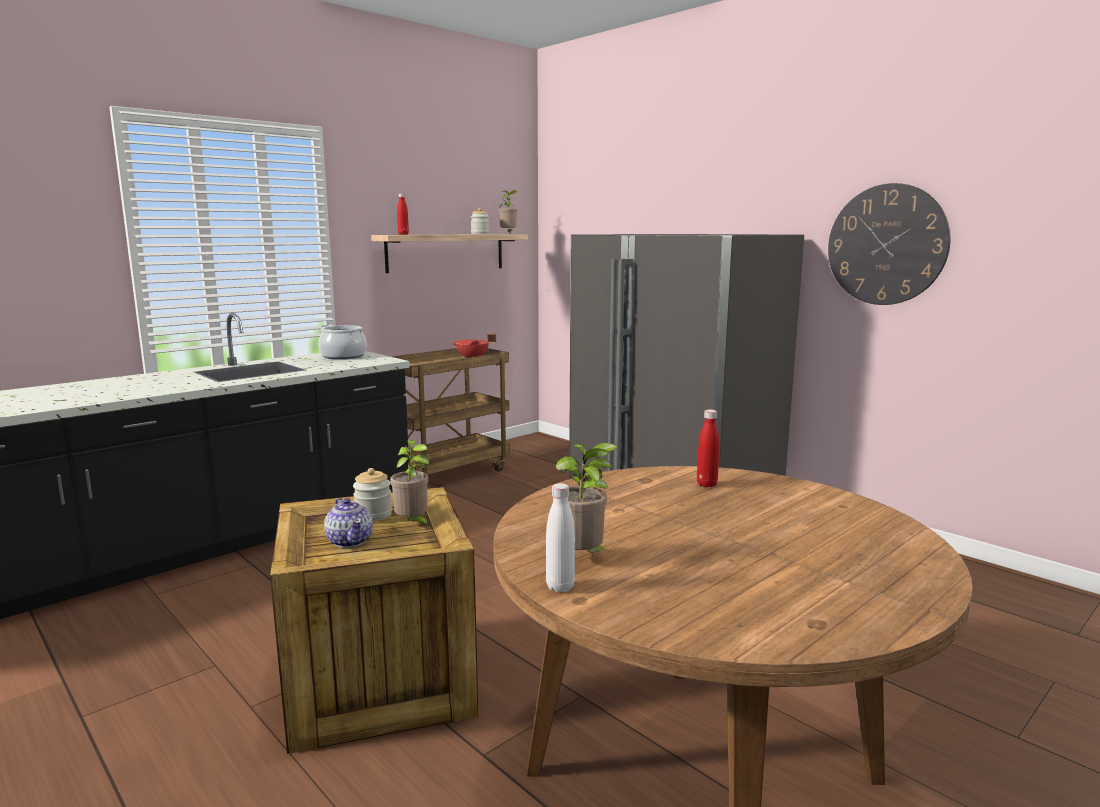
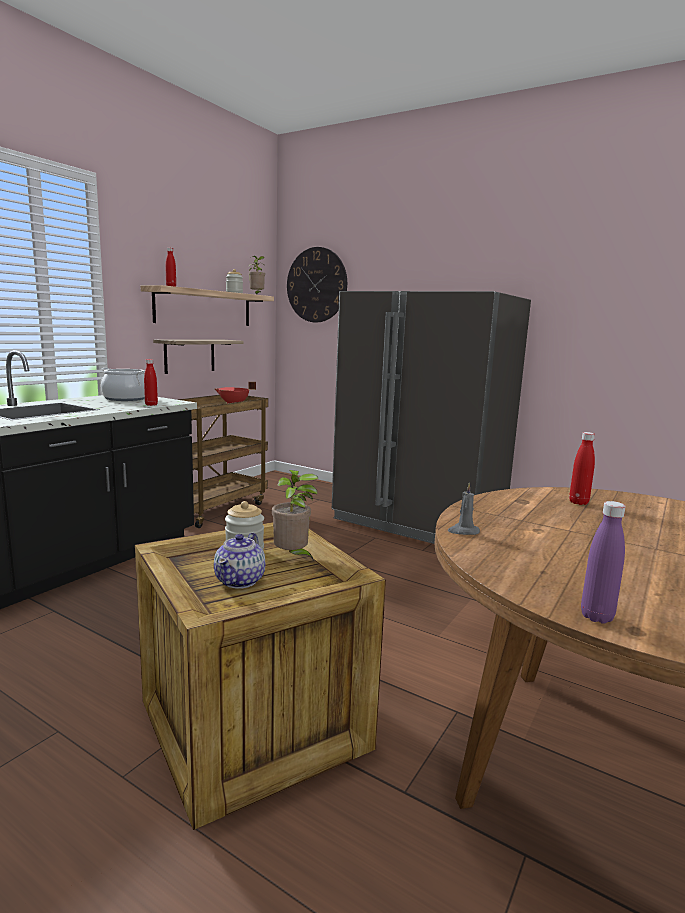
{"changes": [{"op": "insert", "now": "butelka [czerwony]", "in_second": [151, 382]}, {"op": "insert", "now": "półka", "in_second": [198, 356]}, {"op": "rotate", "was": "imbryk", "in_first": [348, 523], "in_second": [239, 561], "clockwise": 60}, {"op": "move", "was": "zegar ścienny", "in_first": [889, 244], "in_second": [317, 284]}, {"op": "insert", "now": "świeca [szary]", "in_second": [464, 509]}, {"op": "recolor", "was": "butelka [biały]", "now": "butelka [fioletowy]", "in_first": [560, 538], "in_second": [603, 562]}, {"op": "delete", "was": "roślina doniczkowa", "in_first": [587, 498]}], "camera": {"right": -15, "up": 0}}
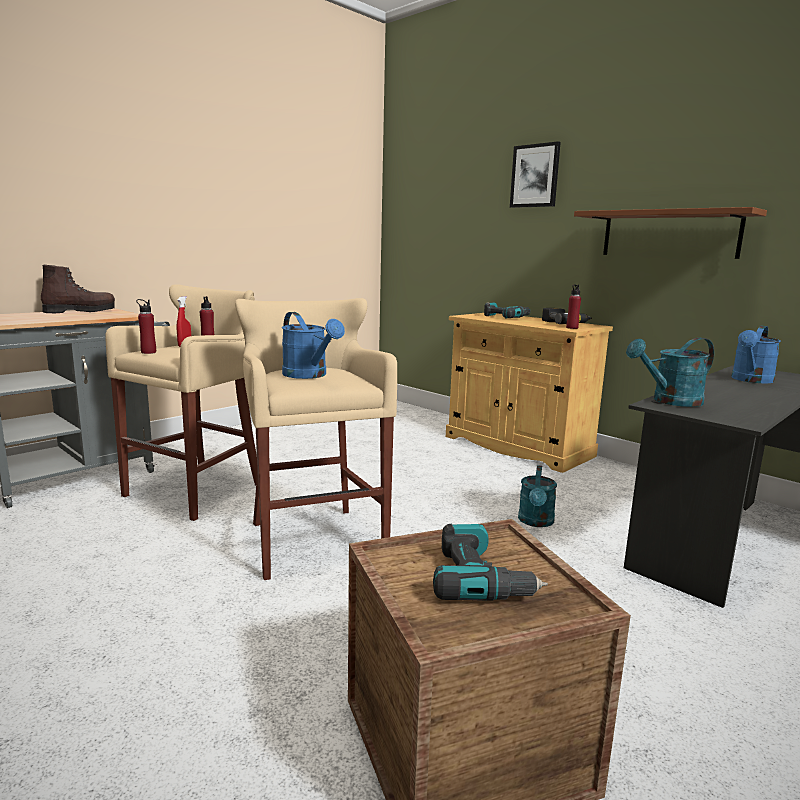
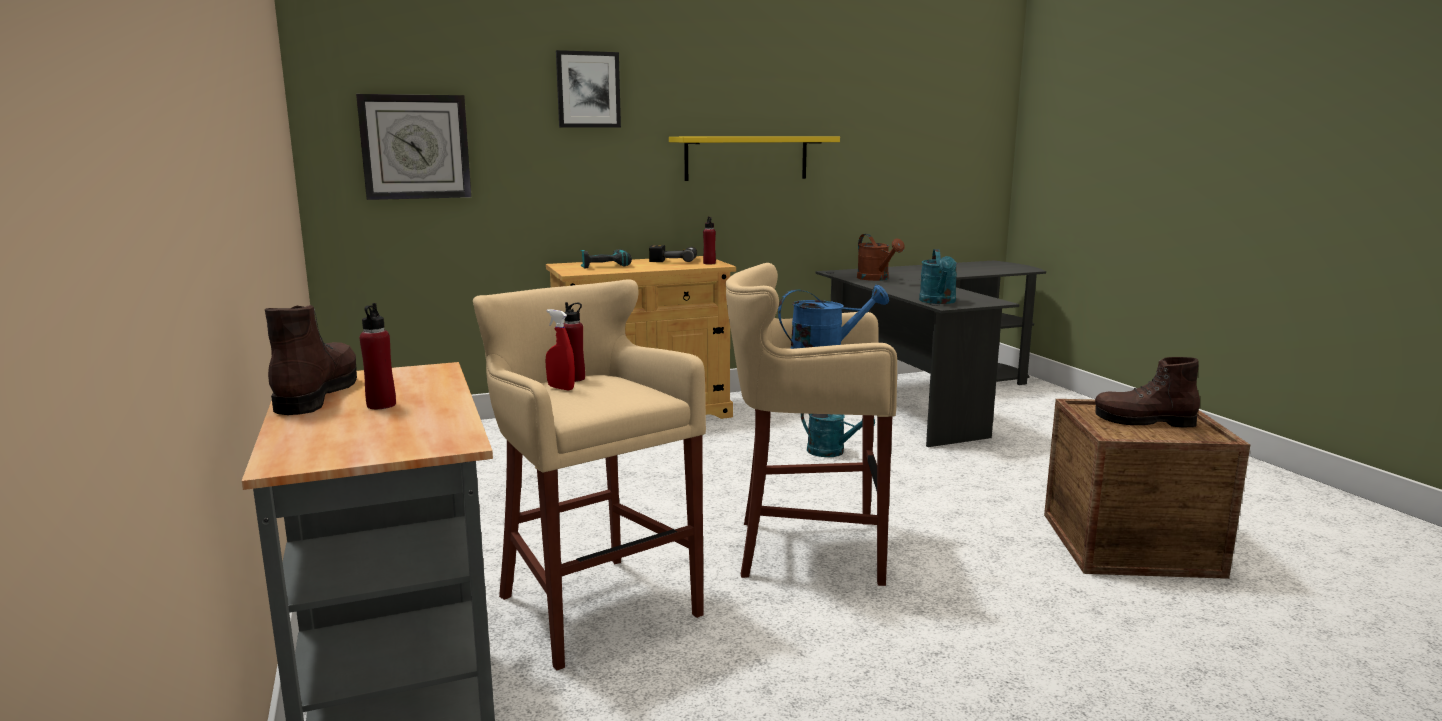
{"changes": [{"op": "insert", "now": "zegar ścienny", "in_second": [413, 147]}, {"op": "move", "was": "butelka [czerwony]", "in_first": [146, 326], "in_second": [377, 356]}, {"op": "recolor", "was": "półka [brązowy]", "now": "półka [żółty]", "in_first": [670, 233], "in_second": [754, 158]}, {"op": "recolor", "was": "konewka [niebieski]", "now": "konewka [brązowy]", "in_first": [756, 354], "in_second": [881, 257]}, {"op": "replace", "was": "wiertarka", "now": "but z cholewką [brązowy]", "in_first": [490, 562], "in_second": [1147, 392]}], "camera": {"right": -65, "up": 0}}
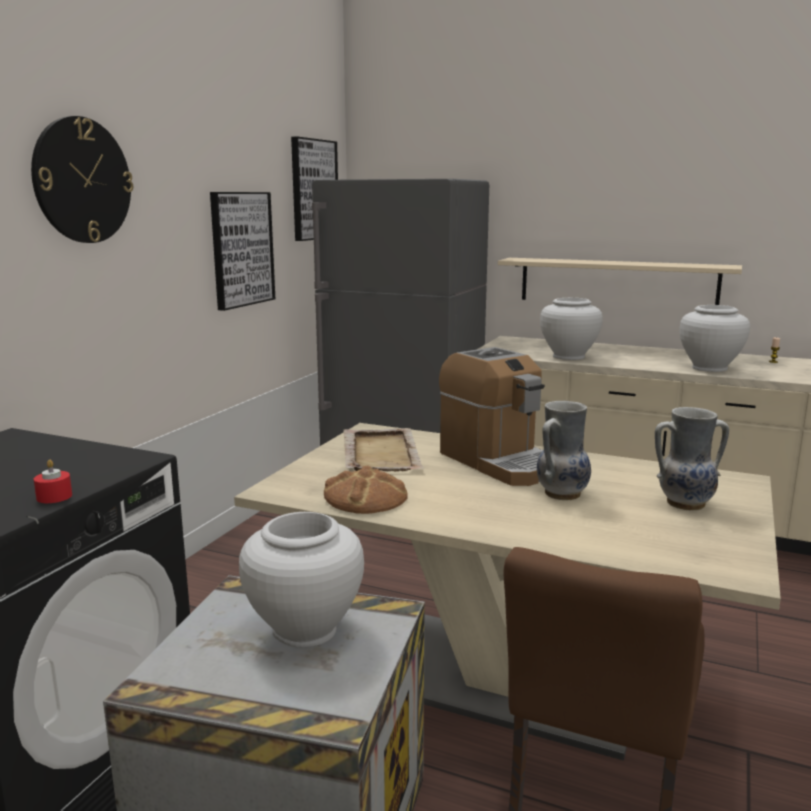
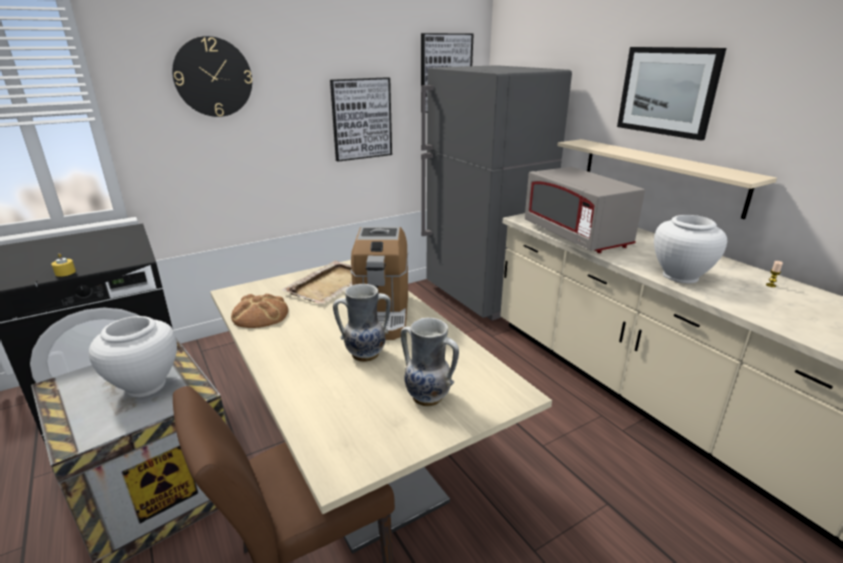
{"changes": [{"op": "recolor", "was": "świeca [czerwony]", "now": "świeca [żółty]", "in_first": [53, 481], "in_second": [63, 265]}, {"op": "replace", "was": "wazon [biały]", "now": "mikrofalówka [szary]", "in_first": [571, 329], "in_second": [585, 210]}, {"op": "insert", "now": "obraz", "in_second": [671, 94]}], "camera": {"right": 35, "up": 10}}
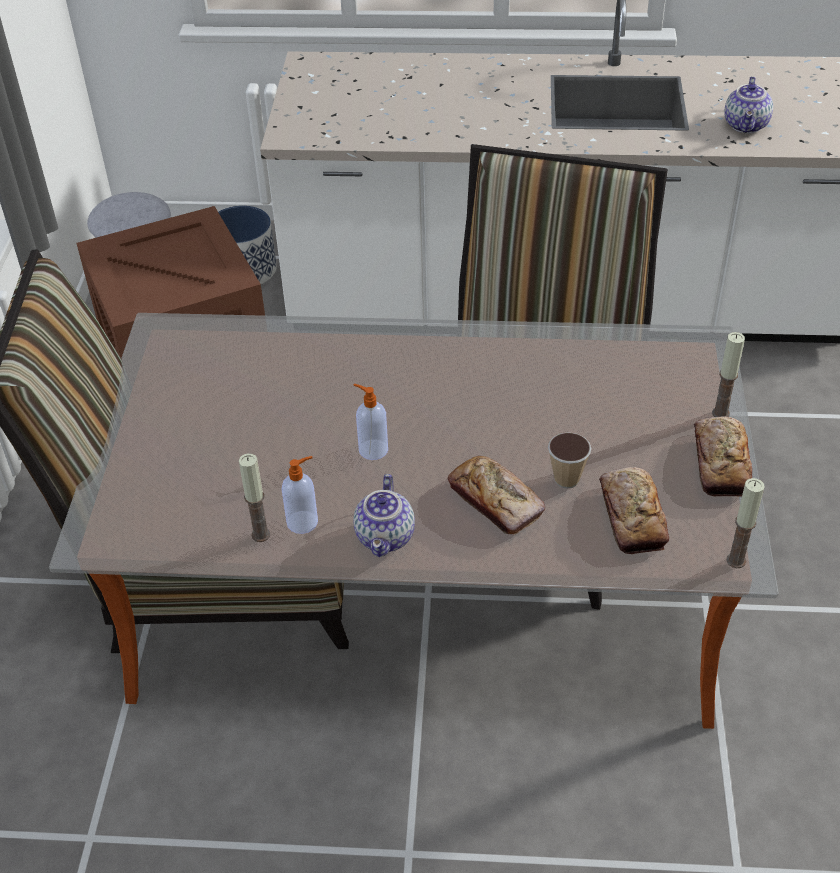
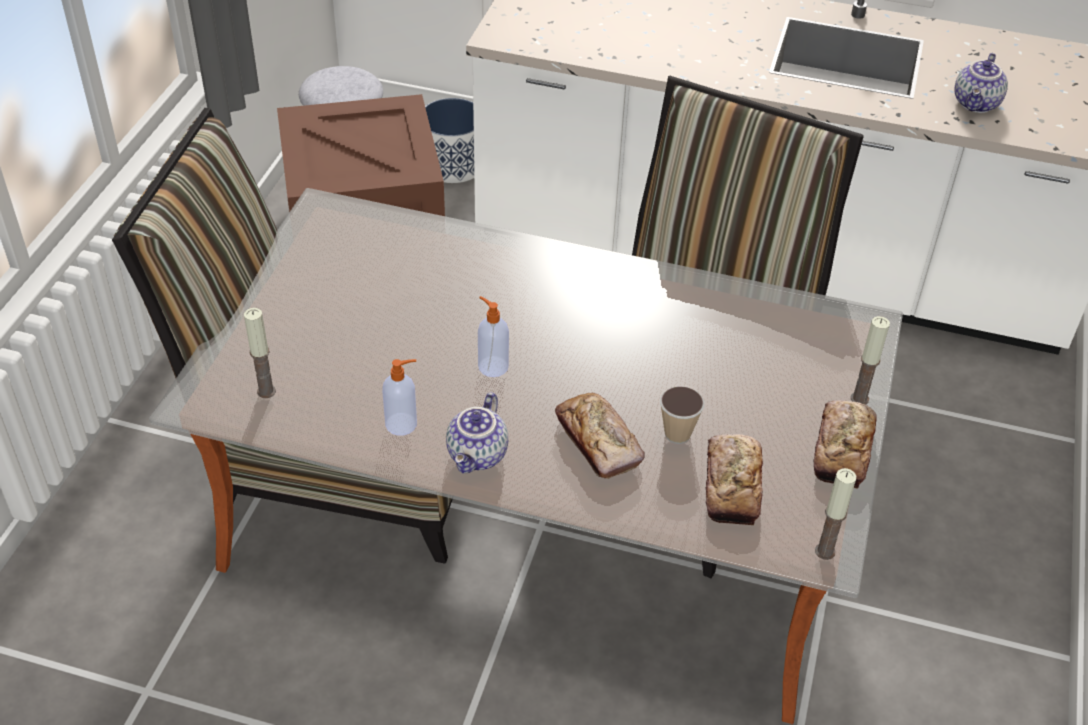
{"changes": [{"op": "move", "was": "świeca", "in_first": [254, 497], "in_second": [260, 353]}], "camera": {"right": 10, "up": 0}}
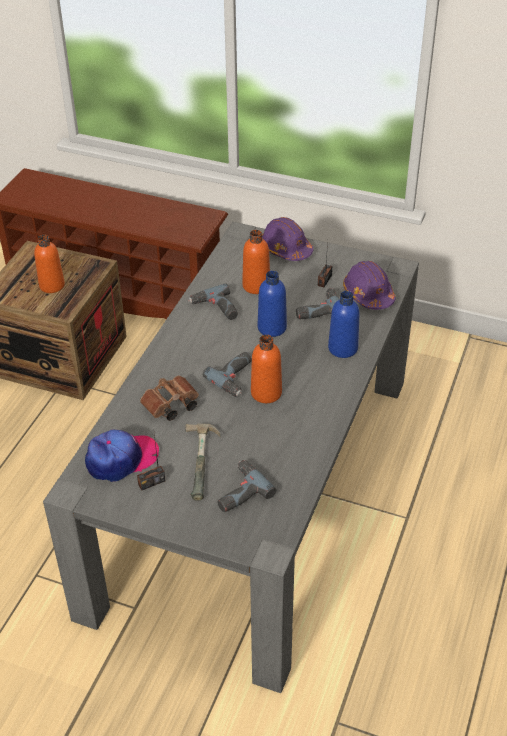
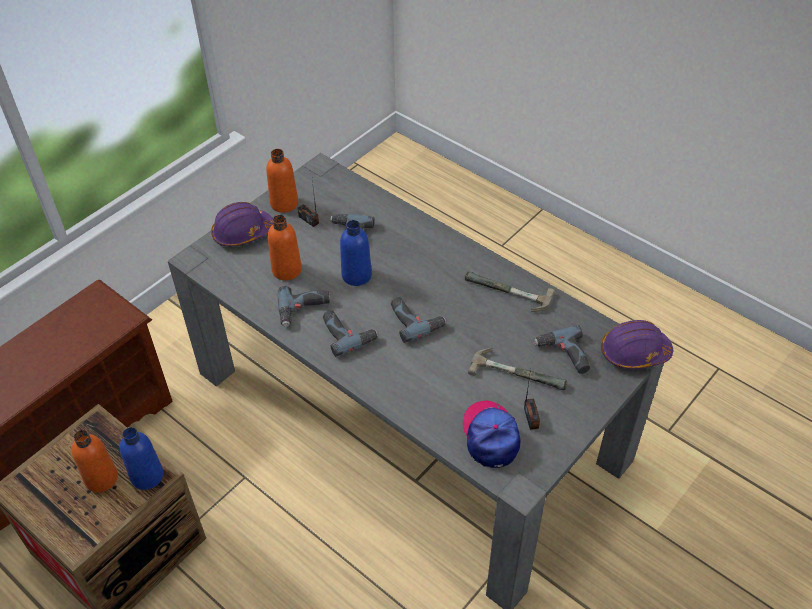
{"changes": [{"op": "move", "was": "butelka [niebieski]", "in_first": [343, 324], "in_second": [142, 458]}, {"op": "move", "was": "butelka [pomarańczowy]", "in_first": [266, 369], "in_second": [282, 181]}, {"op": "insert", "now": "wiertarka", "in_second": [351, 333]}, {"op": "insert", "now": "młotek", "in_second": [510, 292]}, {"op": "move", "was": "kask [fioletowy]", "in_first": [369, 285], "in_second": [637, 344]}, {"op": "delete", "was": "lornetka [brązowy]", "in_first": [169, 398]}], "camera": {"right": -70, "up": 5}}
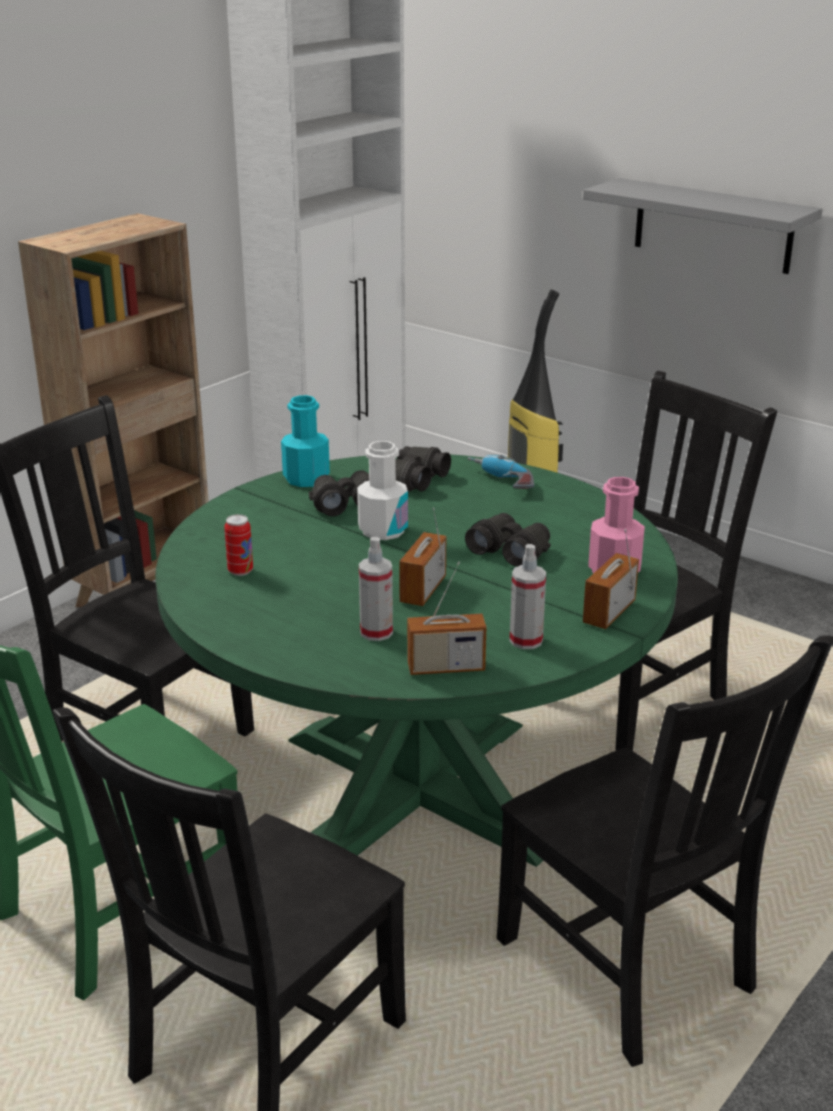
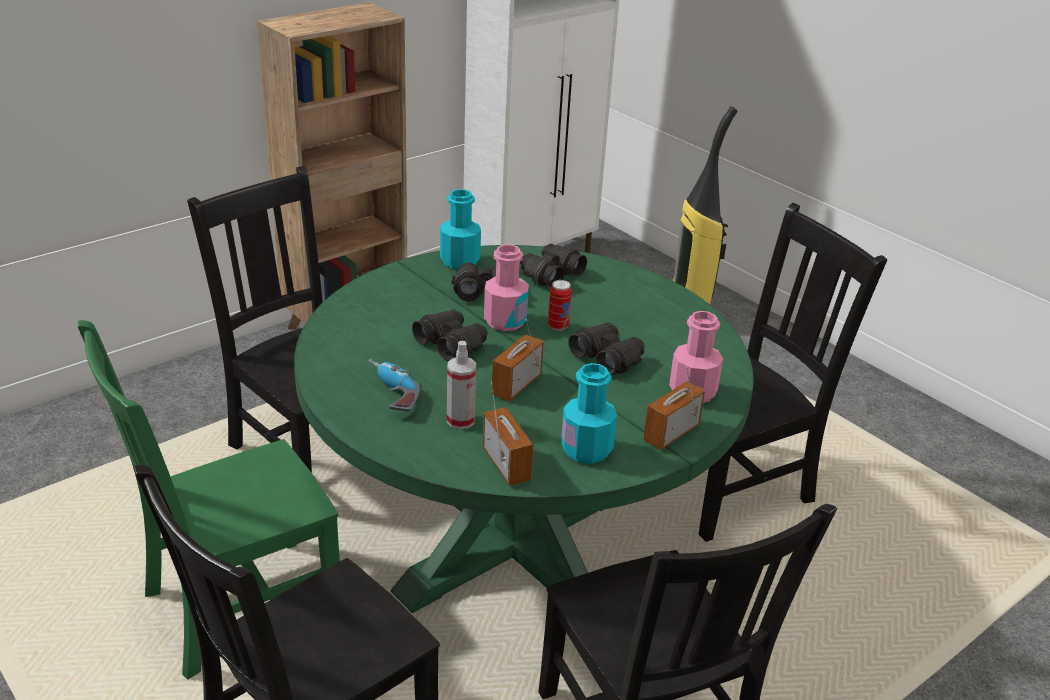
{"changes": [{"op": "move", "was": "wiertarka", "in_first": [501, 472], "in_second": [394, 385]}, {"op": "insert", "now": "lornetka [czarny]", "in_second": [450, 335]}, {"op": "rotate", "was": "radio", "in_first": [446, 618], "in_second": [508, 433], "clockwise": -120}, {"op": "recolor", "was": "butelka [biały]", "now": "butelka [różowy]", "in_first": [382, 490], "in_second": [506, 287]}, {"op": "move", "was": "puszka", "in_first": [238, 545], "in_second": [560, 305]}, {"op": "replace", "was": "spryskiwacz", "now": "butelka [turkusowy]", "in_first": [527, 596], "in_second": [589, 413]}, {"op": "delete", "was": "półka [szary]", "in_first": [703, 226]}], "camera": {"right": 10, "up": 5}}
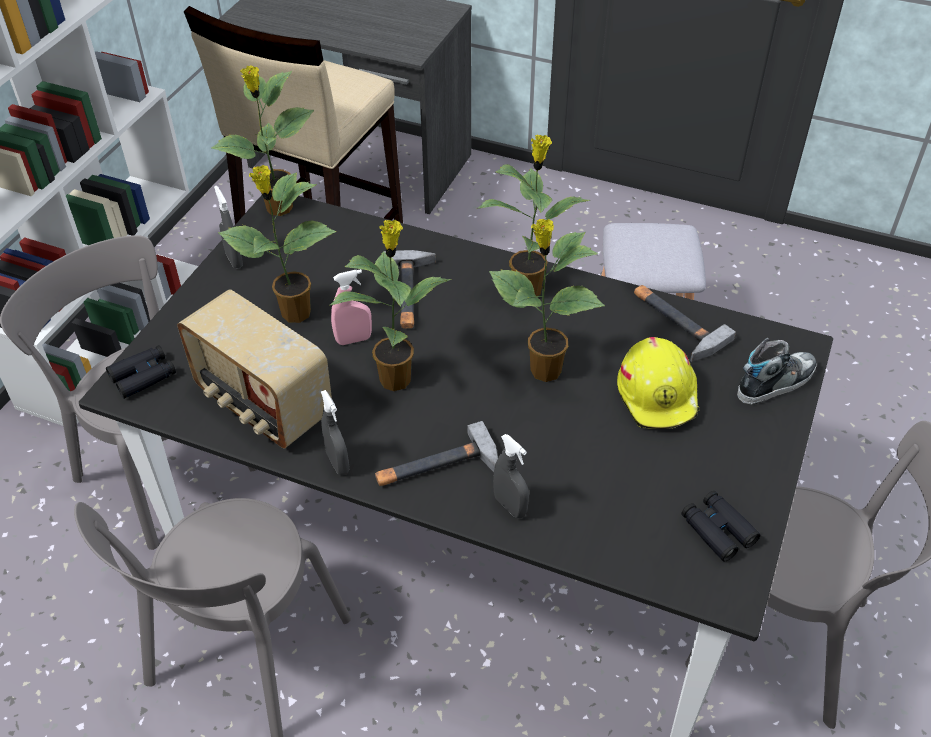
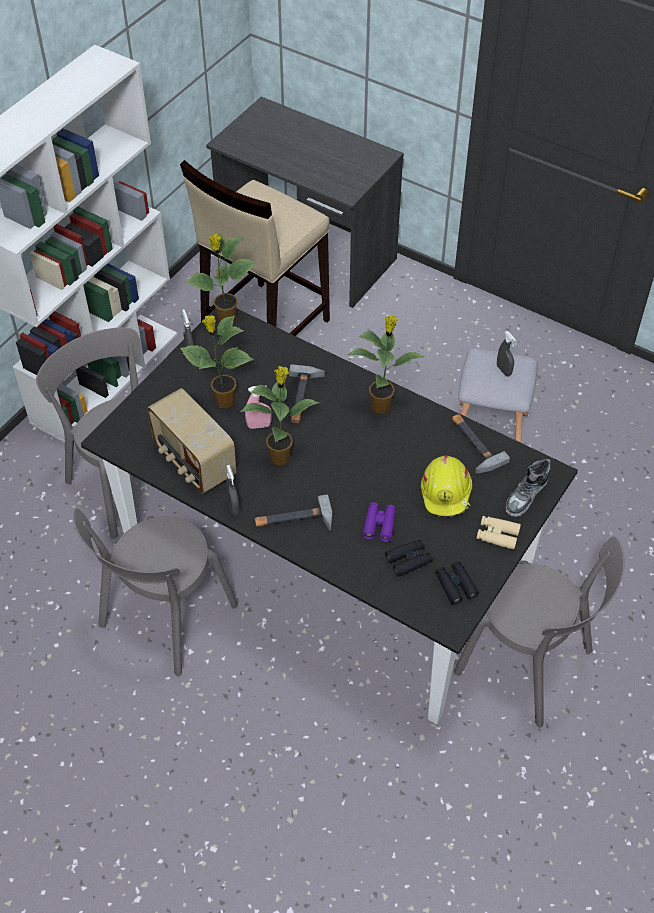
{"changes": [{"op": "insert", "now": "lornetka [fioletowy]", "in_second": [379, 522]}, {"op": "move", "was": "lornetka [czarny]", "in_first": [141, 372], "in_second": [409, 558]}, {"op": "insert", "now": "lornetka [beżowy]", "in_second": [499, 533]}, {"op": "move", "was": "spryskiwacz [szary]", "in_first": [511, 476], "in_second": [506, 354]}, {"op": "rotate", "was": "but", "in_first": [777, 371], "in_second": [528, 488], "clockwise": 150}, {"op": "delete", "was": "roślina doniczkowa", "in_first": [547, 300]}], "camera": {"right": 10, "up": 5}}
